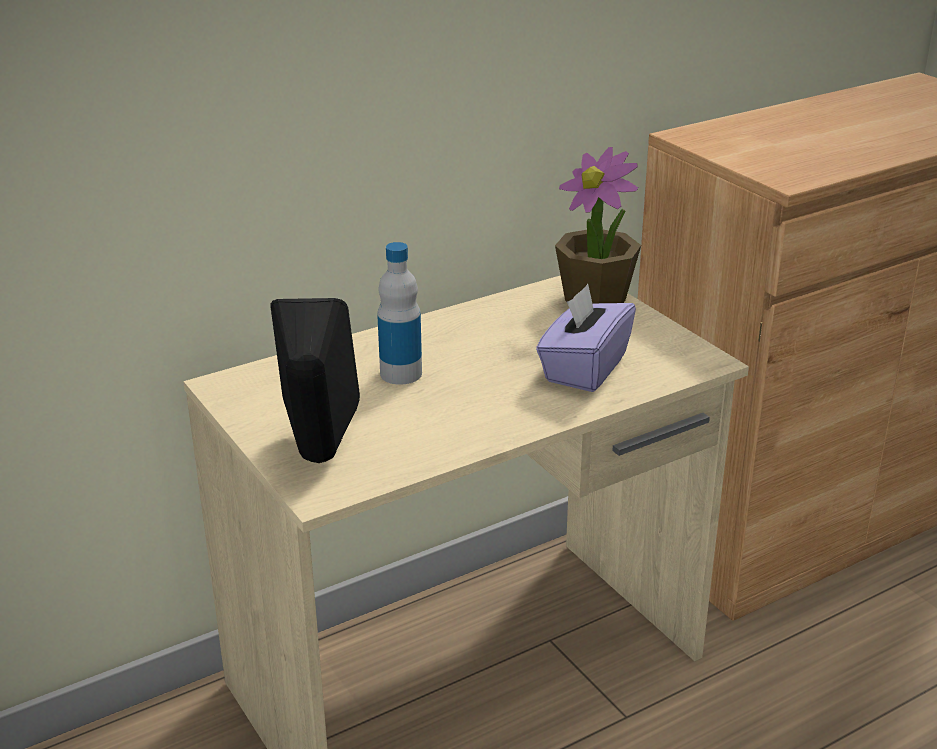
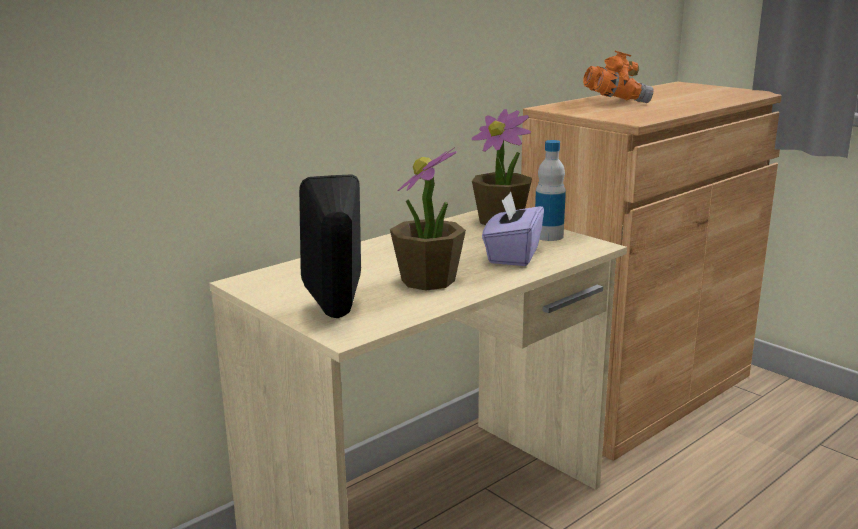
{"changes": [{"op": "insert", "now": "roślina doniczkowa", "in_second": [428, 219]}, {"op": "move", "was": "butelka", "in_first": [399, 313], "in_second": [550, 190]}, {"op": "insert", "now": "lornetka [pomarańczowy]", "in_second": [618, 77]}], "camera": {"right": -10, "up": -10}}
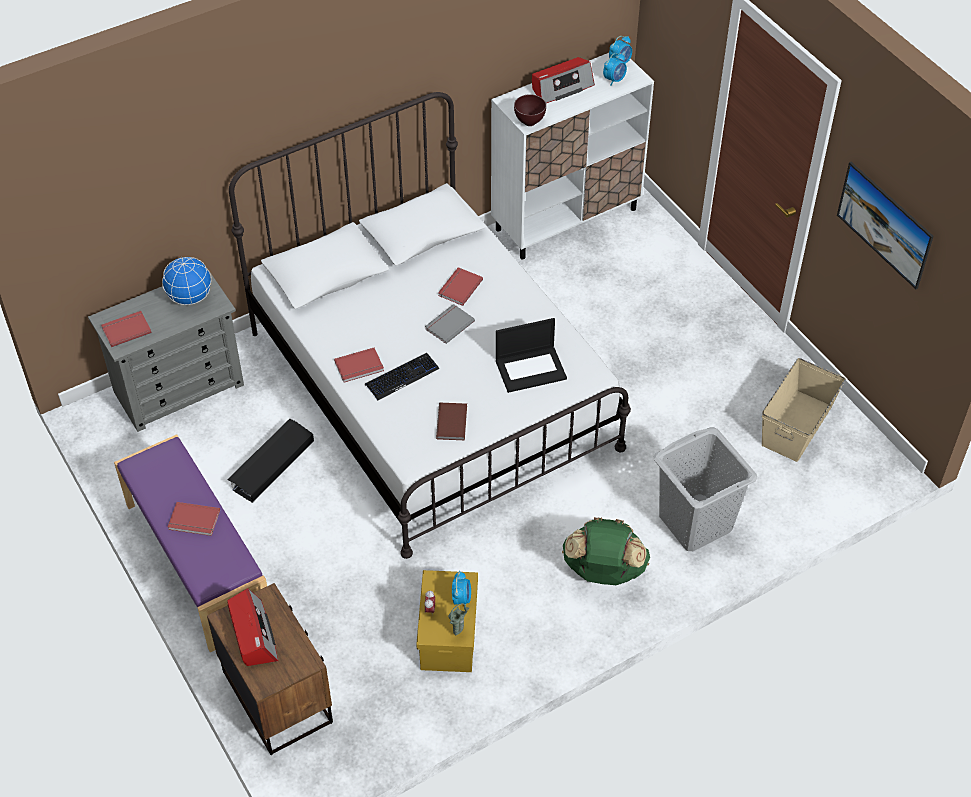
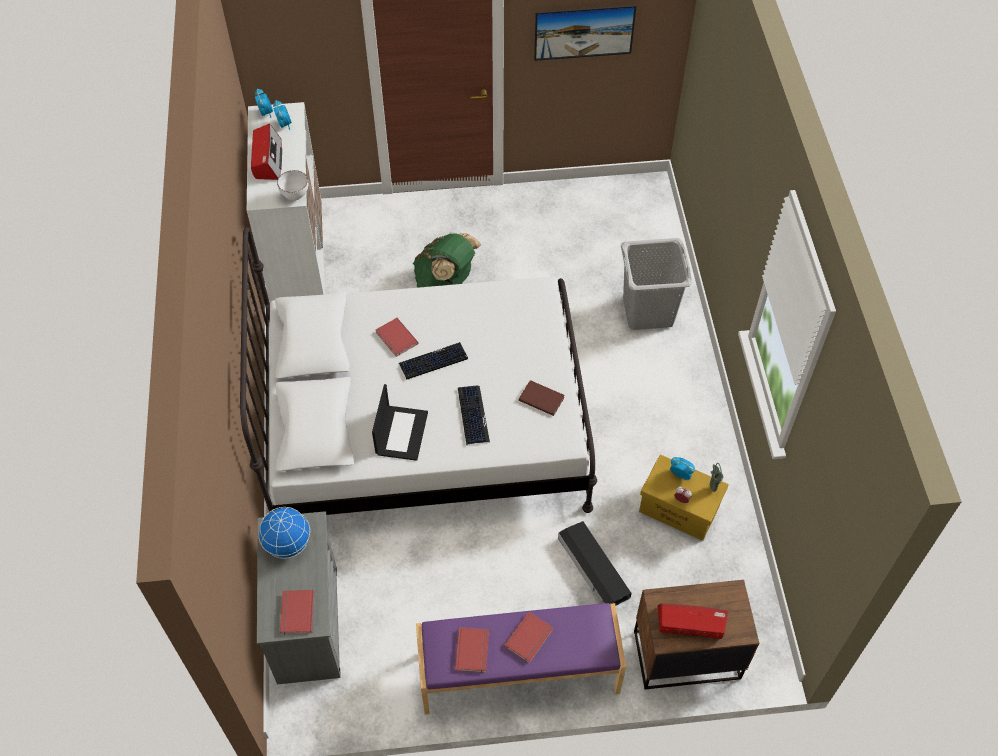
{"changes": [{"op": "recolor", "was": "miska [brązowy]", "now": "miska [biały]", "in_first": [530, 110], "in_second": [292, 185]}, {"op": "move", "was": "laptop", "in_first": [531, 355], "in_second": [400, 422]}, {"op": "replace", "was": "książka [szary]", "now": "klawiatura", "in_first": [450, 324], "in_second": [433, 361]}, {"op": "move", "was": "plecak [zielony]", "in_first": [606, 551], "in_second": [447, 260]}, {"op": "move", "was": "książka [czerwony]", "in_first": [359, 365], "in_second": [472, 650]}, {"op": "move", "was": "pojemnik do przechowywania [czarny]", "in_first": [270, 461], "in_second": [595, 563]}, {"op": "delete", "was": "pojemnik do przechowywania [beżowy]", "in_first": [804, 410]}], "camera": {"right": -65, "up": 5}}
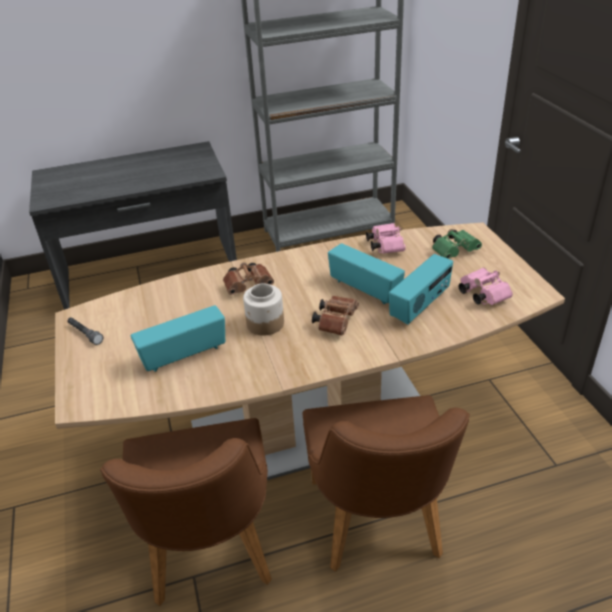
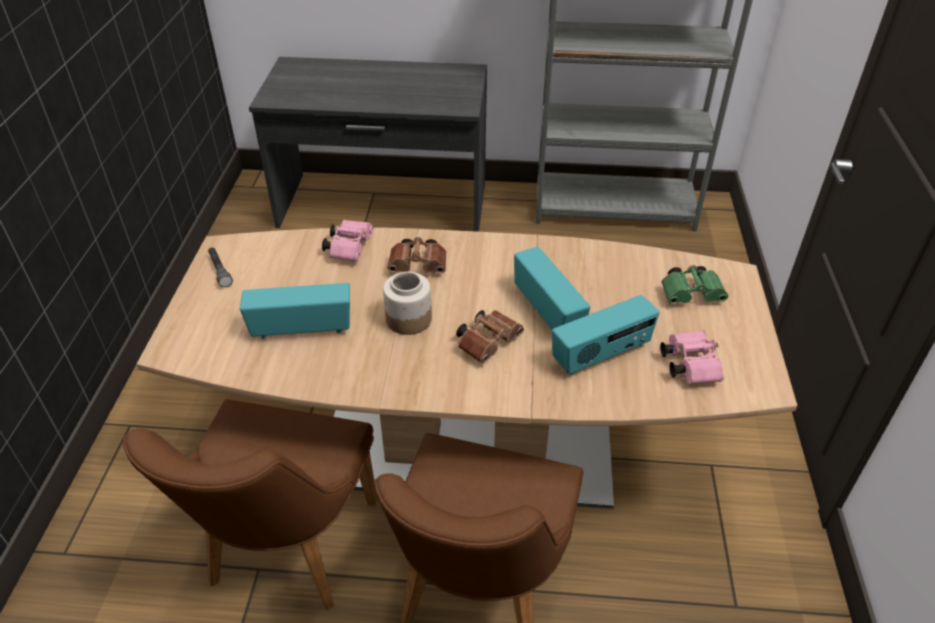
{"changes": [{"op": "move", "was": "lornetka [różowy]", "in_first": [386, 238], "in_second": [348, 241]}], "camera": {"right": 20, "up": 5}}
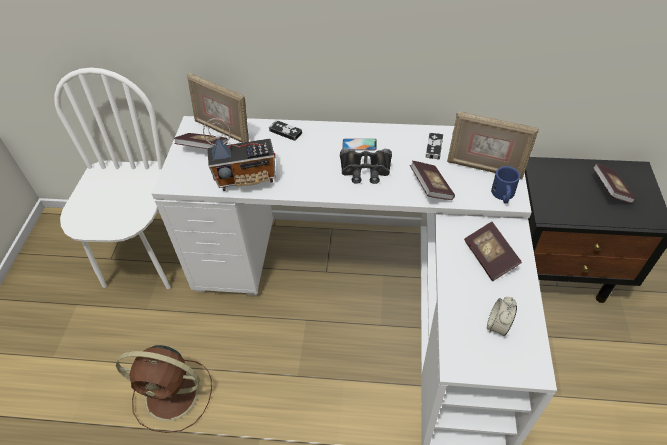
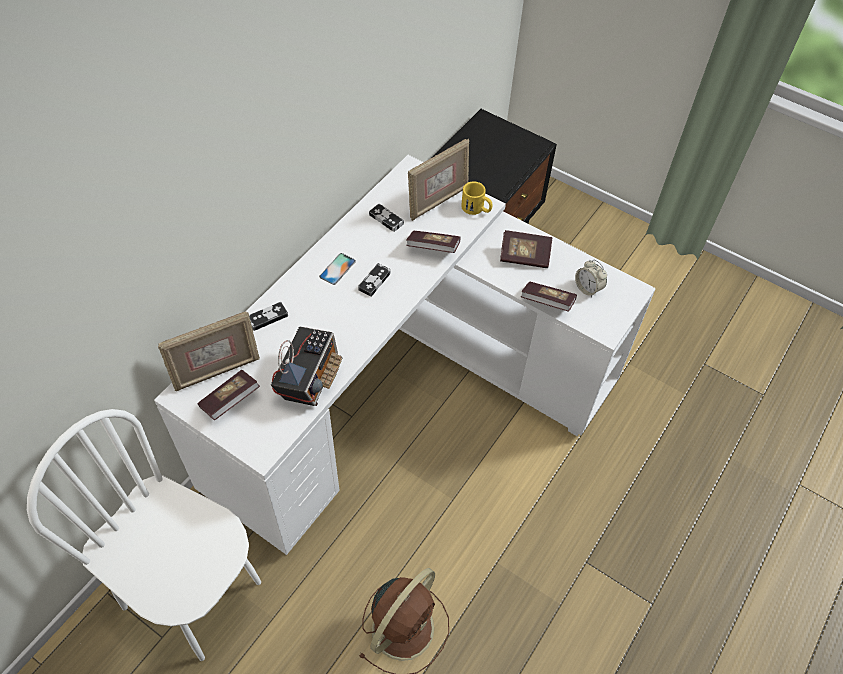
{"changes": [{"op": "replace", "was": "lornetka [czarny]", "now": "pad do gier", "in_first": [366, 166], "in_second": [374, 280]}, {"op": "recolor", "was": "kubek [niebieski]", "now": "kubek [żółty]", "in_first": [505, 184], "in_second": [477, 198]}, {"op": "move", "was": "książka", "in_first": [614, 183], "in_second": [549, 297]}], "camera": {"right": -65, "up": 5}}
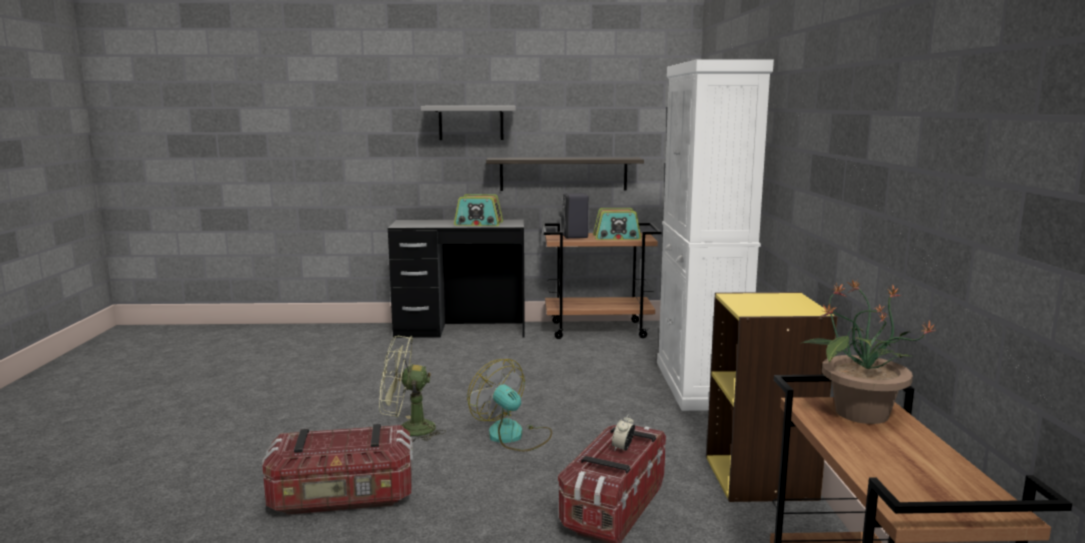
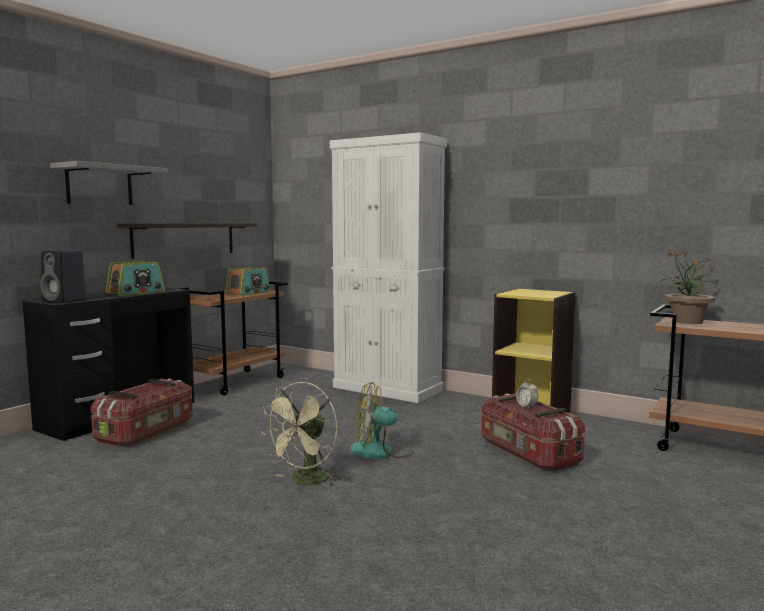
{"changes": [{"op": "move", "was": "głośnik [czarny]", "in_first": [574, 215], "in_second": [63, 276]}, {"op": "move", "was": "pojemnik do przechowywania", "in_first": [337, 469], "in_second": [142, 413]}], "camera": {"right": -55, "up": -5}}
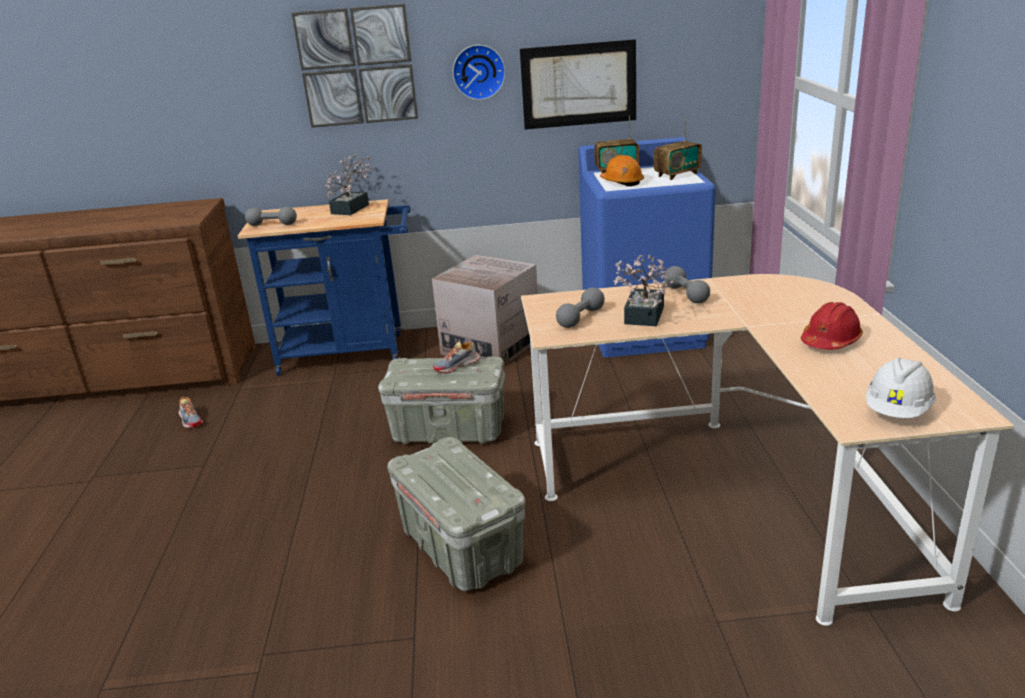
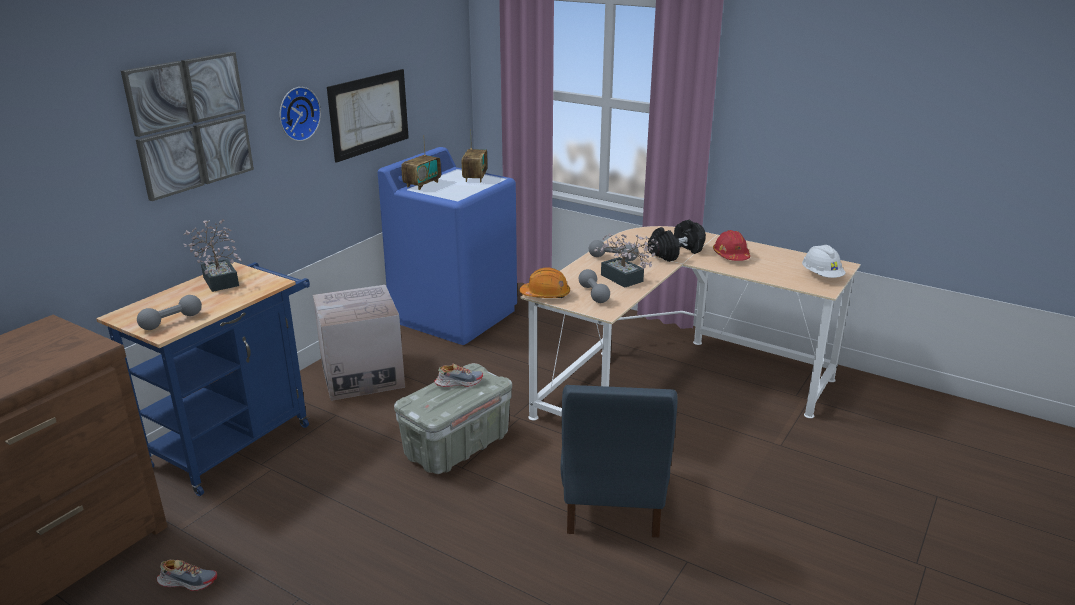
{"changes": [{"op": "rotate", "was": "but", "in_first": [456, 357], "in_second": [458, 375], "clockwise": -105}, {"op": "move", "was": "kask [pomarańczowy]", "in_first": [622, 170], "in_second": [545, 282]}, {"op": "replace", "was": "pojemnik do przechowywania [szary]", "now": "krzesło [niebieski]", "in_first": [456, 514], "in_second": [618, 461]}, {"op": "insert", "now": "hantel [czarny]", "in_second": [677, 241]}], "camera": {"right": -55, "up": 0}}
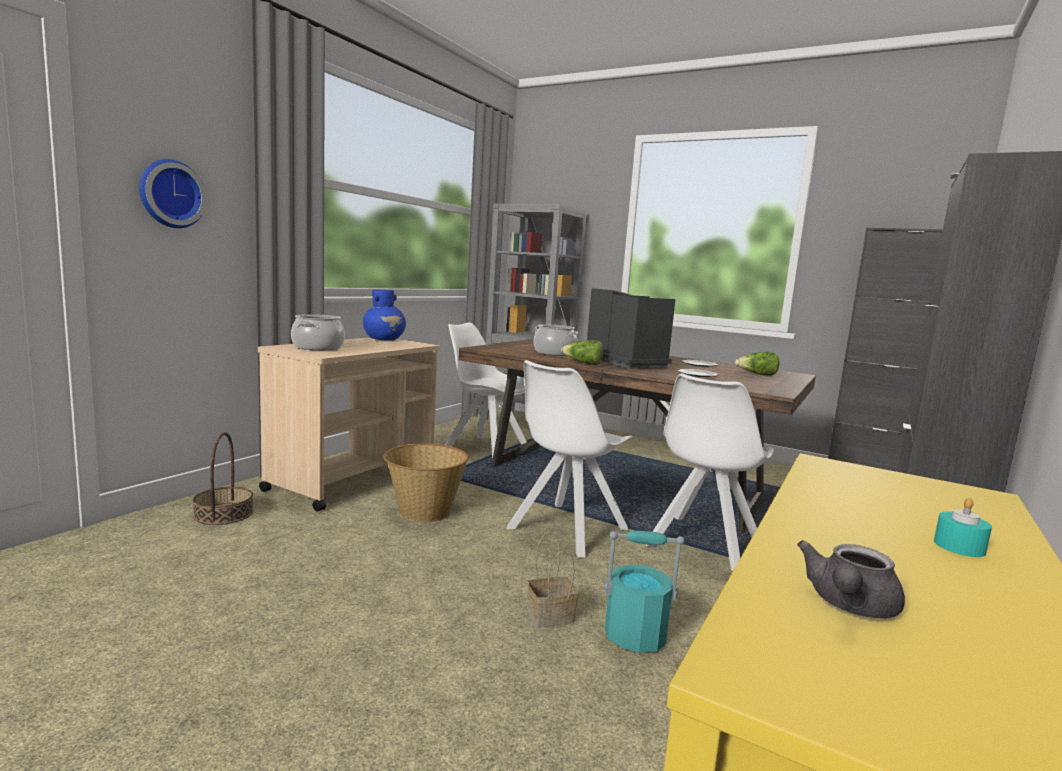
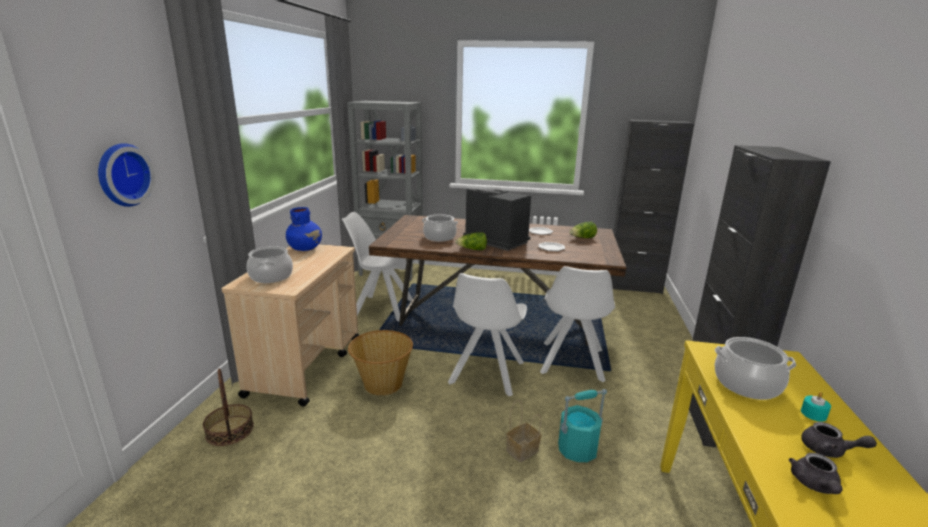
{"changes": [{"op": "insert", "now": "garnek", "in_second": [755, 368]}, {"op": "insert", "now": "imbryk [szary]", "in_second": [839, 440]}], "camera": {"right": -20, "up": 10}}
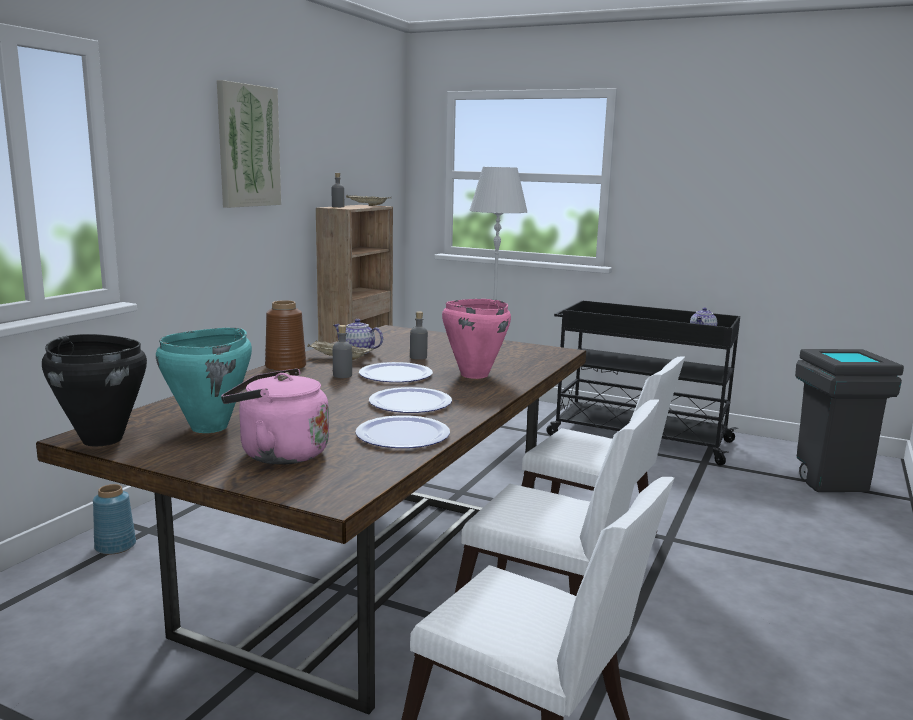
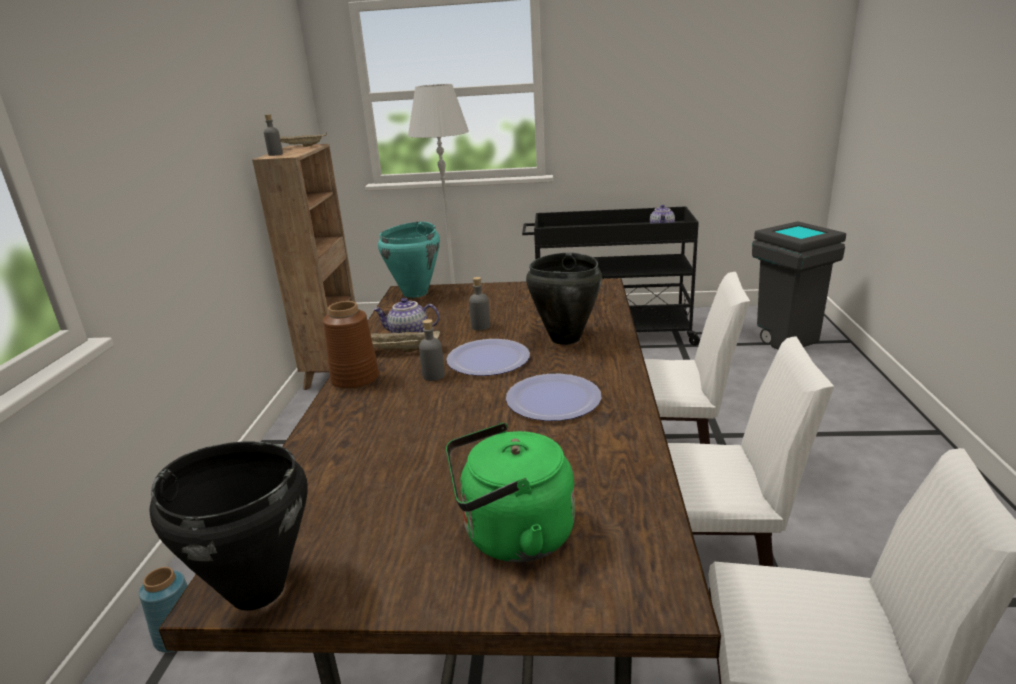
{"changes": [{"op": "move", "was": "garnek [turkusowy]", "in_first": [204, 380], "in_second": [409, 260]}, {"op": "recolor", "was": "czajnik [różowy]", "now": "czajnik [zielony]", "in_first": [275, 416], "in_second": [510, 492]}, {"op": "recolor", "was": "garnek [różowy]", "now": "garnek [czarny]", "in_first": [476, 339], "in_second": [564, 299]}, {"op": "delete", "was": "obraz", "in_first": [249, 144]}, {"op": "delete", "was": "talerz", "in_first": [402, 431]}], "camera": {"right": -20, "up": 10}}
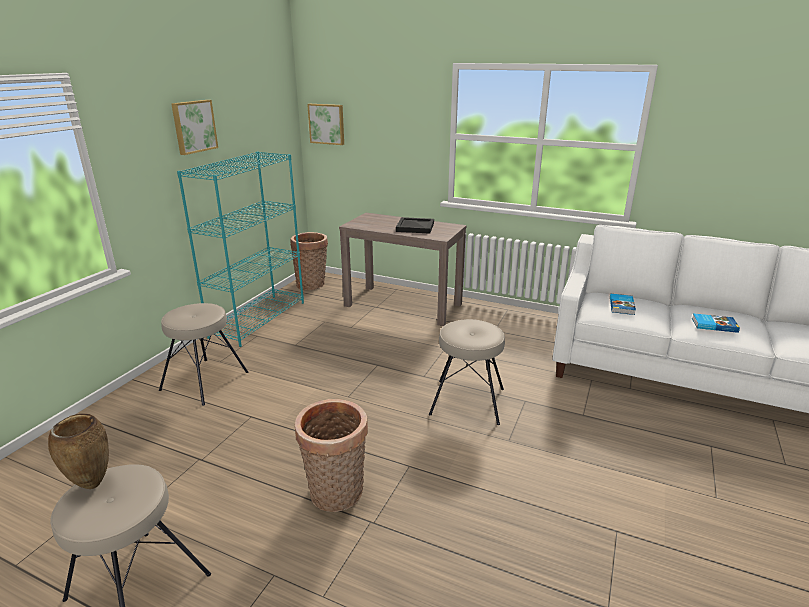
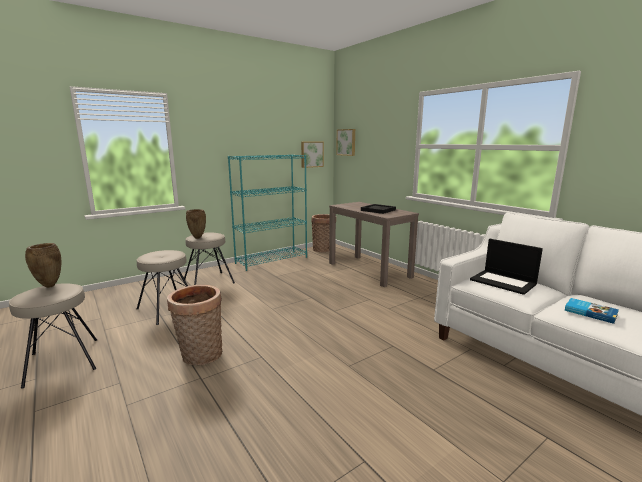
{"changes": [{"op": "move", "was": "stołek [beżowy]", "in_first": [467, 372], "in_second": [162, 287]}, {"op": "insert", "now": "wazon [brązowy]", "in_second": [196, 224]}, {"op": "move", "was": "obraz", "in_first": [194, 127], "in_second": [312, 155]}, {"op": "replace", "was": "książka", "now": "laptop", "in_first": [623, 304], "in_second": [506, 267]}], "camera": {"right": 30, "up": -10}}
